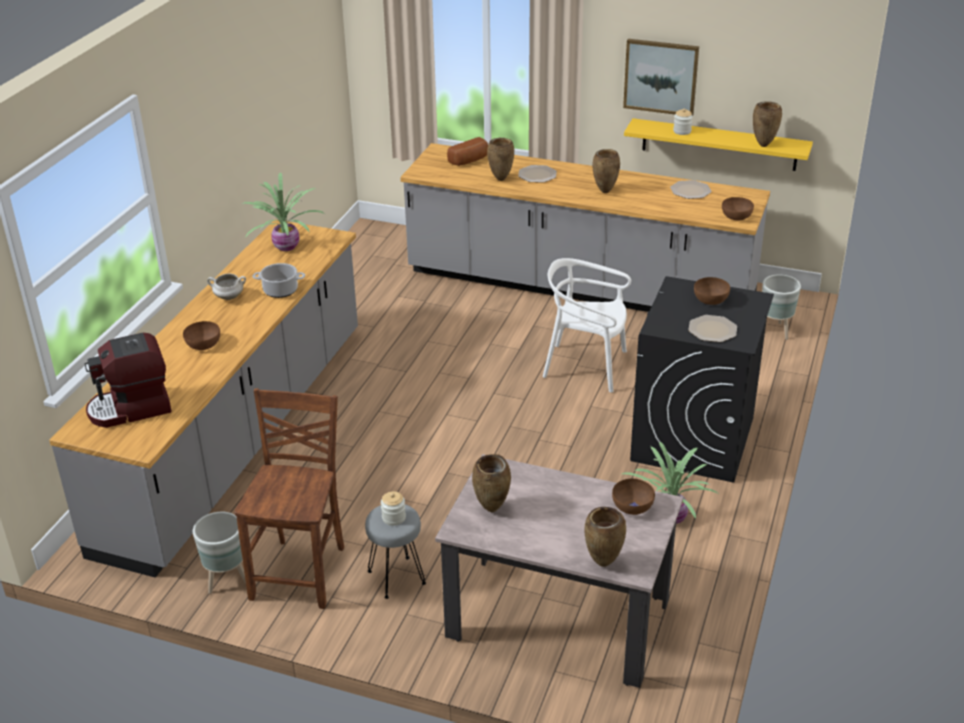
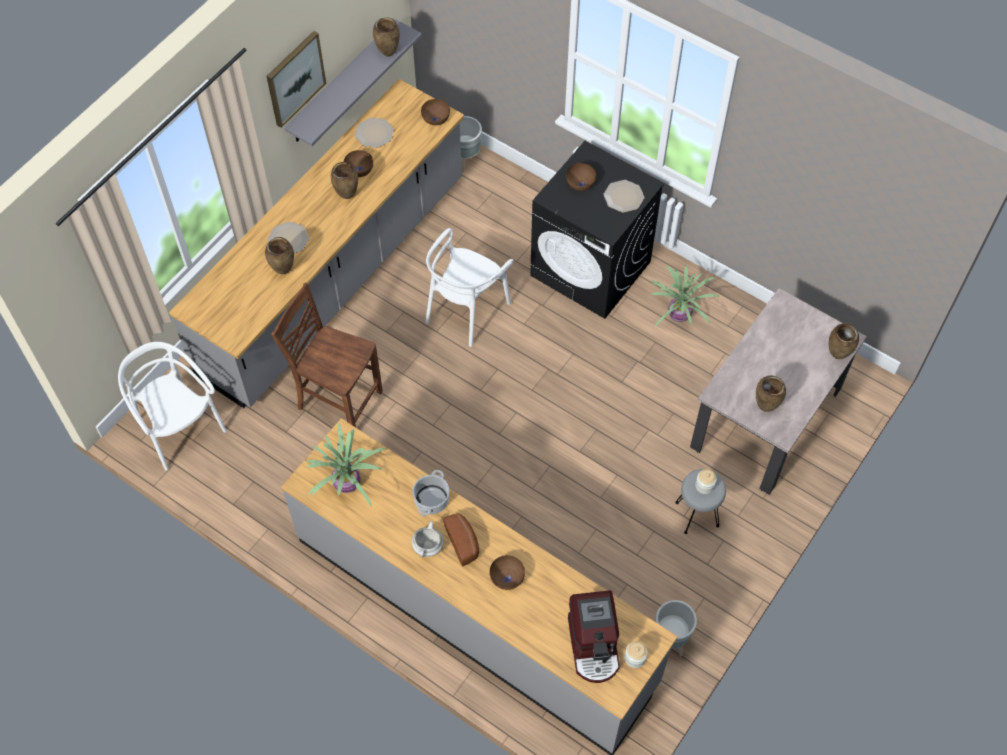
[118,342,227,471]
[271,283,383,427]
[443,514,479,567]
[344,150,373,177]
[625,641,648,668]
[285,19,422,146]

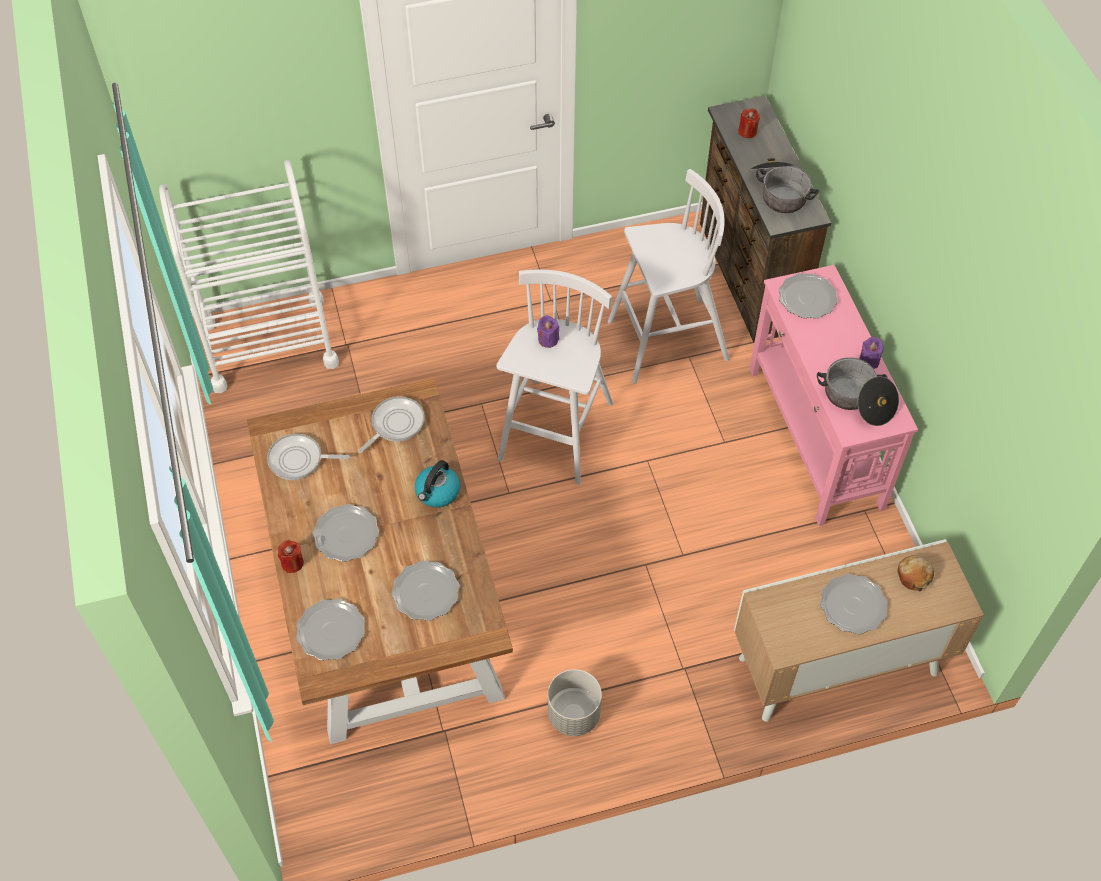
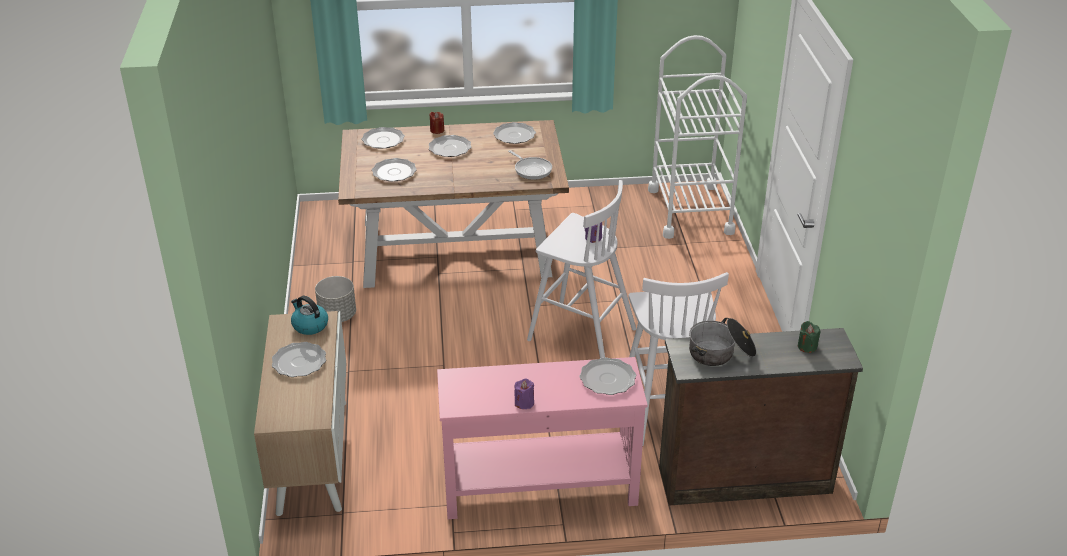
[817,357,899,426] (first image)
[898,556,934,591] (first image)
[291,296,328,335]
[493,122,536,144]
[798,321,820,353]

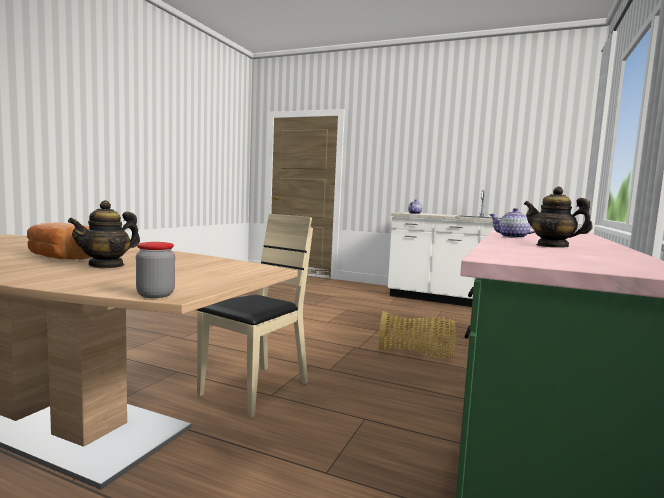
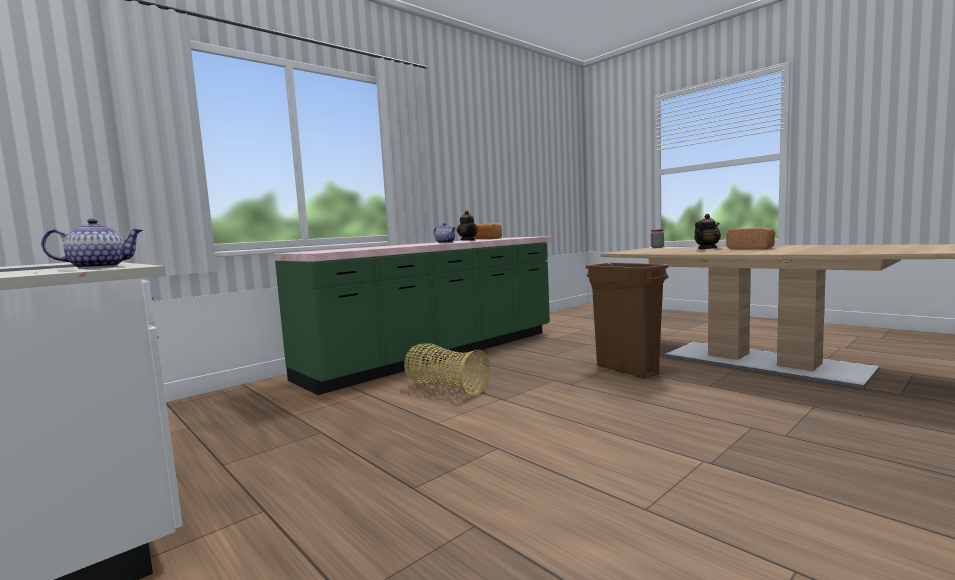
[474,223,502,239]
[586,262,668,379]

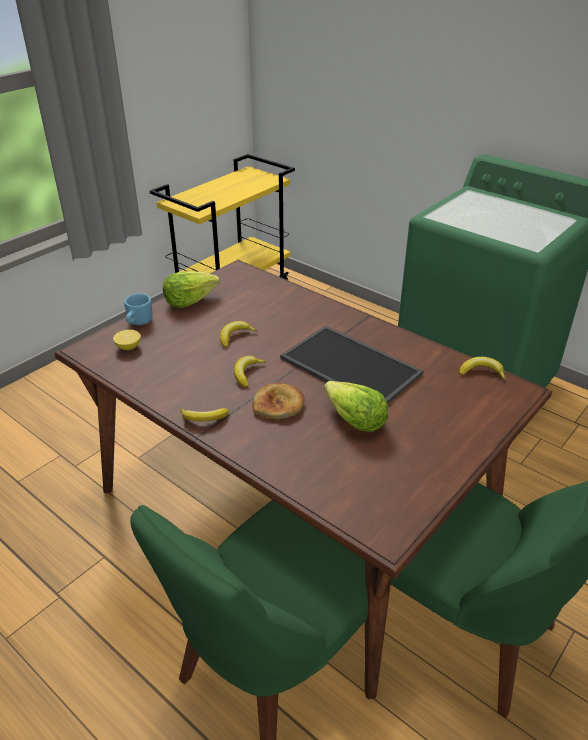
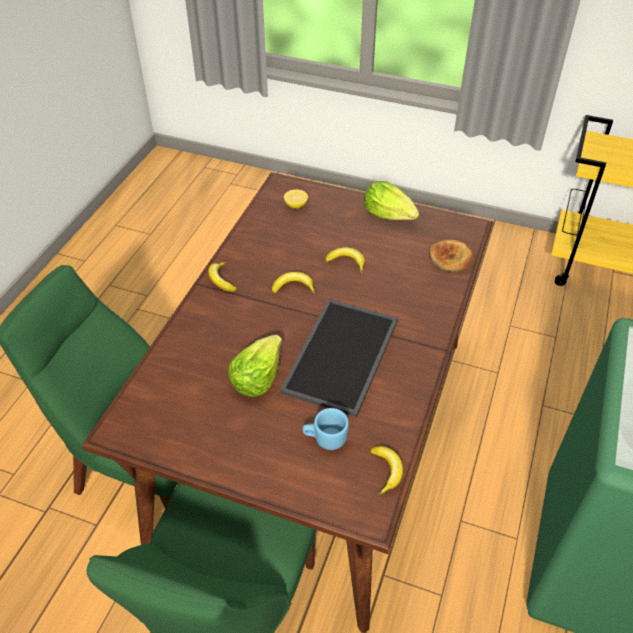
[302,408,349,450]
[429,240,475,272]

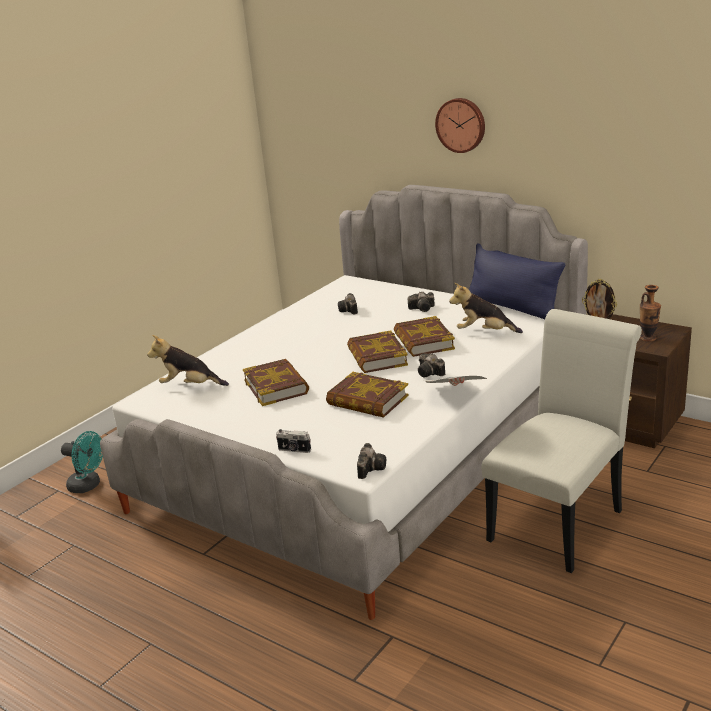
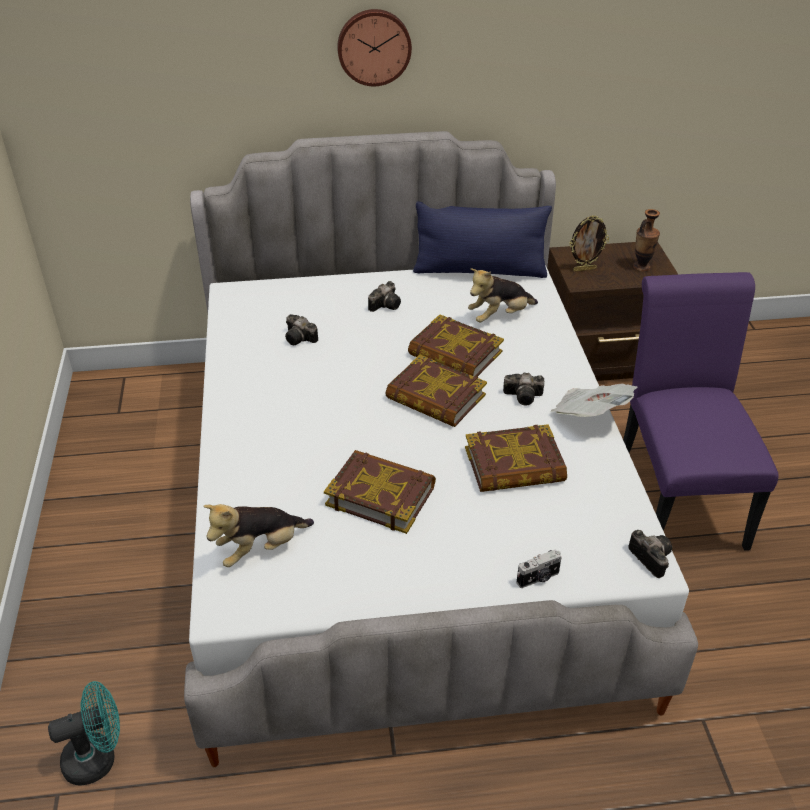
[623,272,779,551]

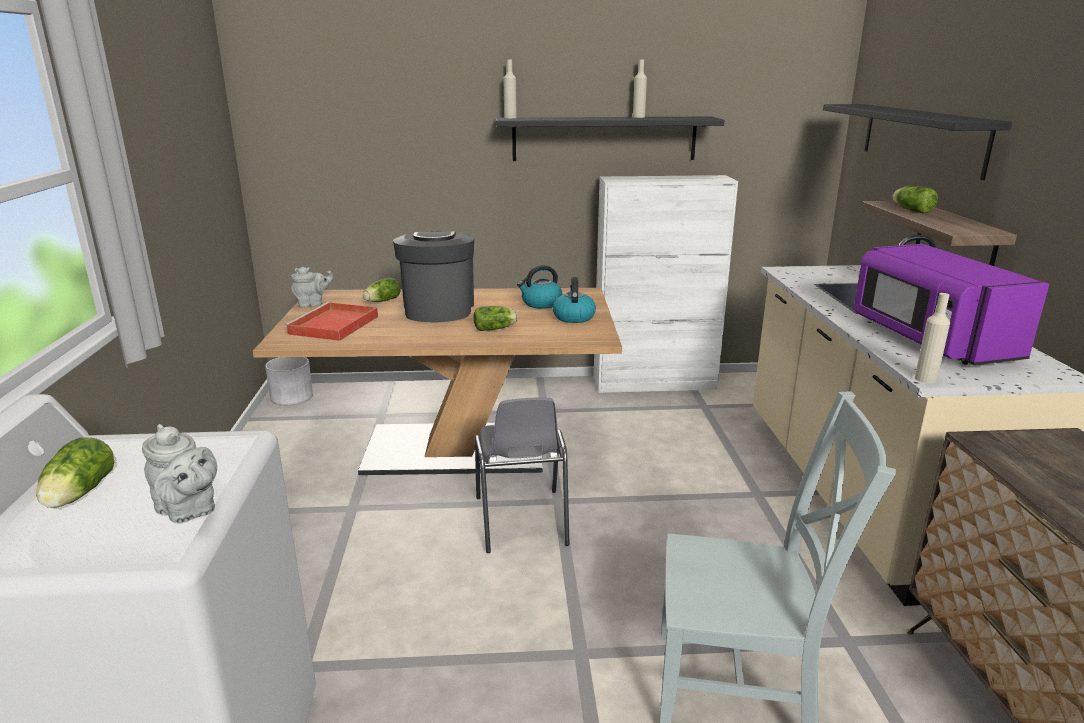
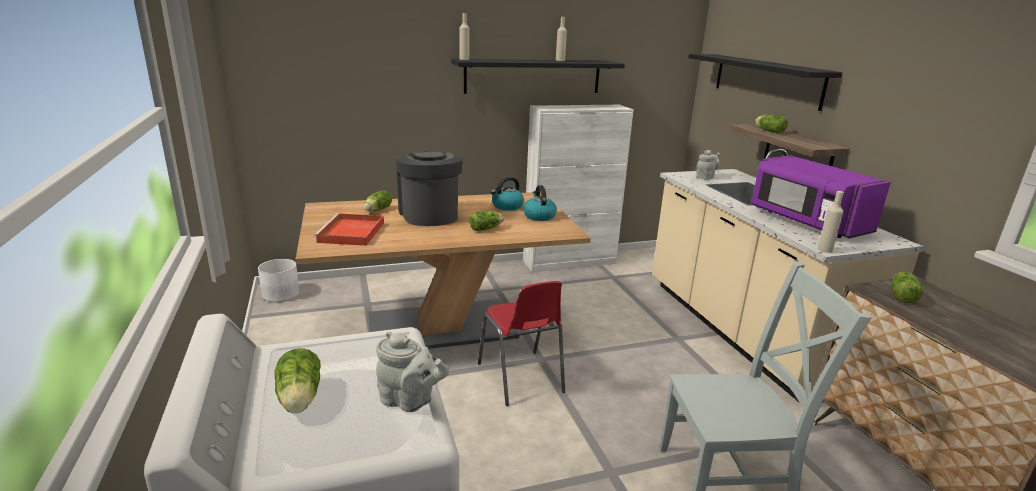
[892,272,924,303]
[696,150,720,180]
[478,281,565,406]

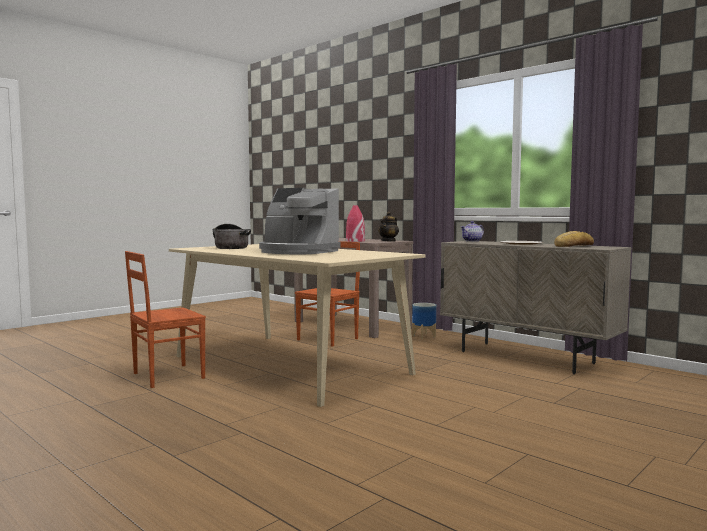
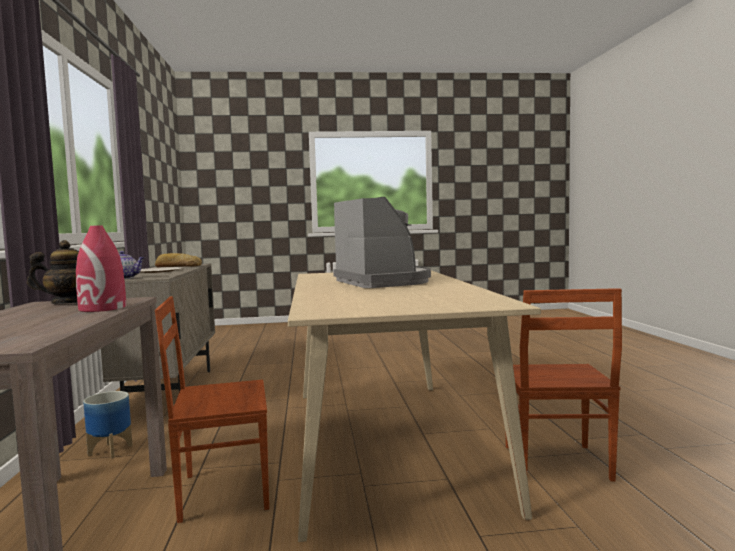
[213,224,251,249] (first image)
[505,288,622,481]

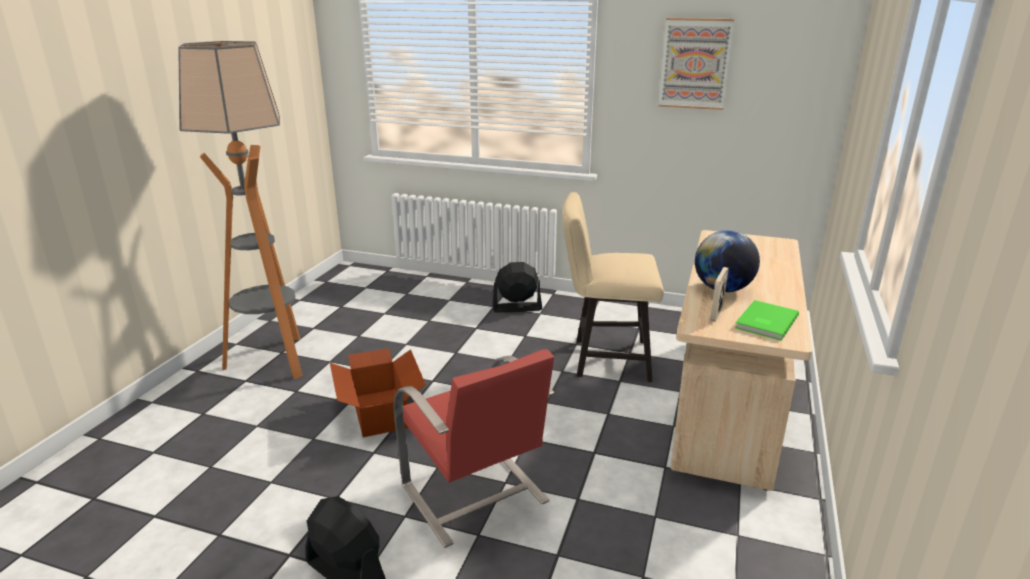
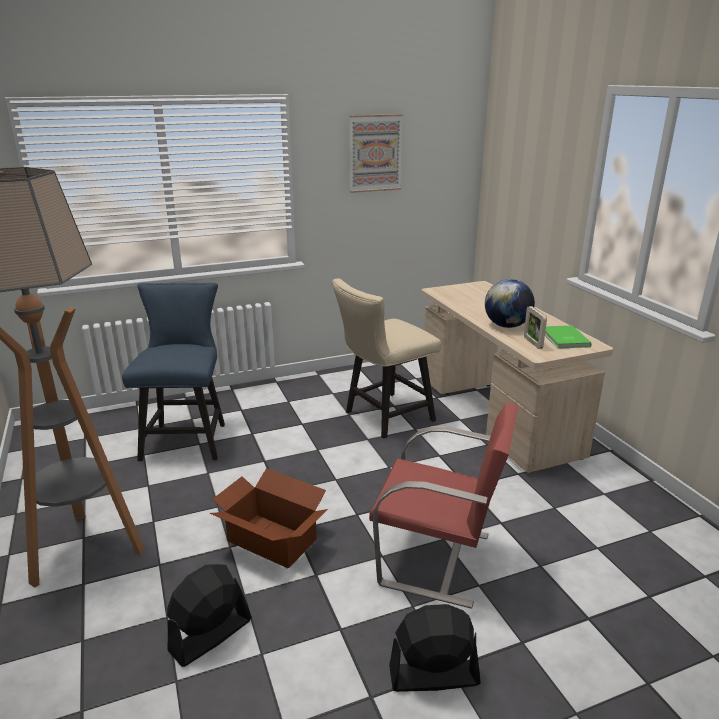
[122,283,225,461]
[167,564,252,667]

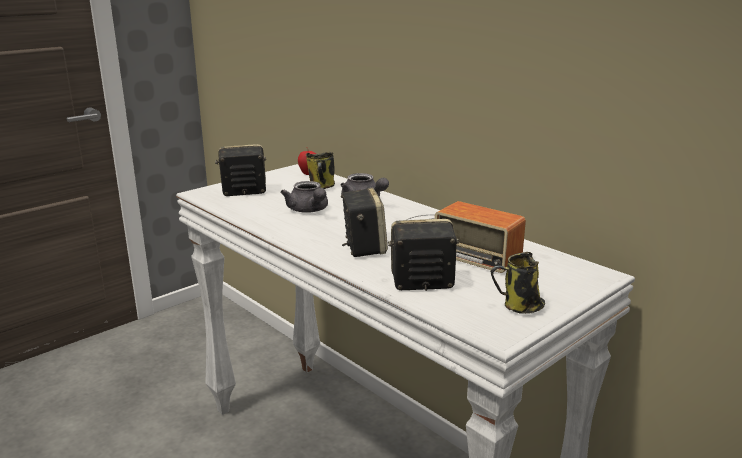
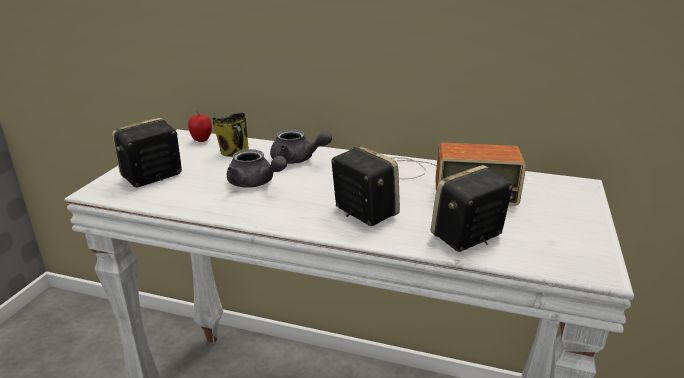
[490,252,545,314] (first image)

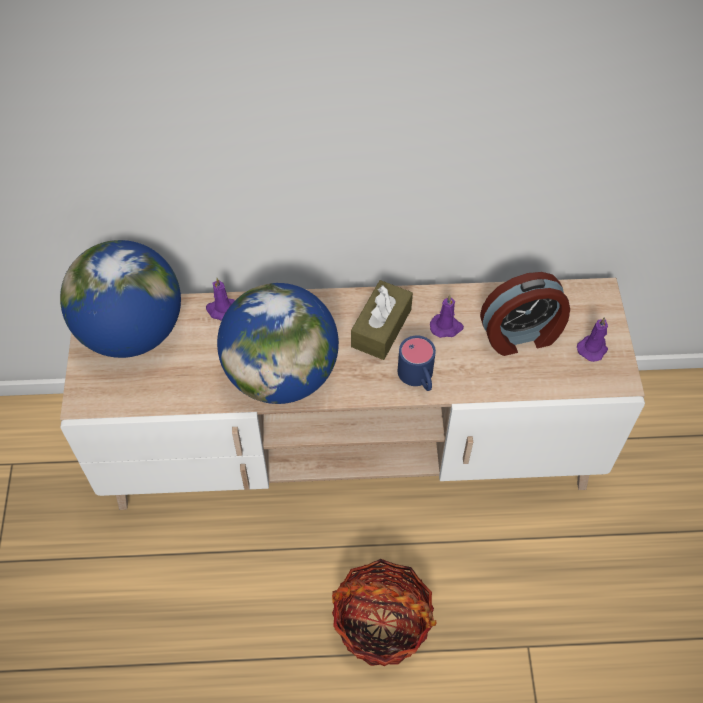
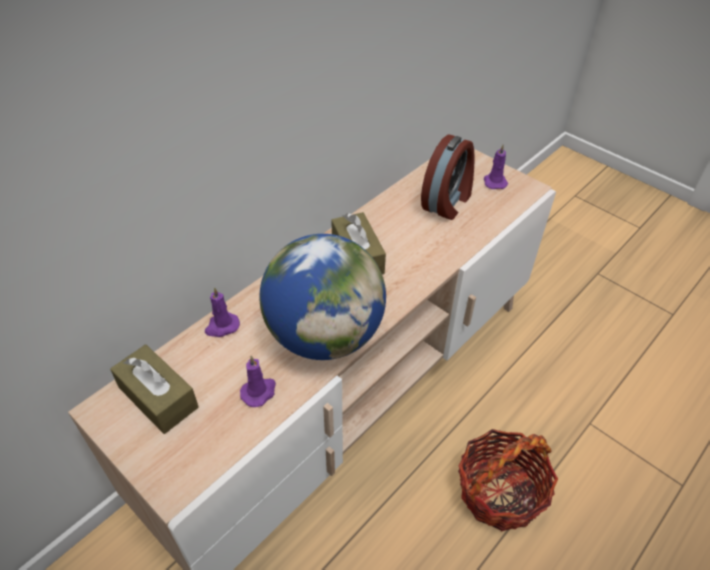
[398,336,436,391] (first image)
[240,356,276,407]
[110,345,199,434]

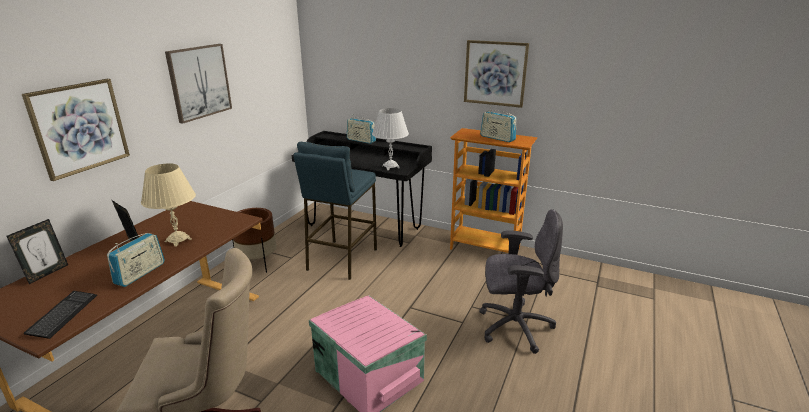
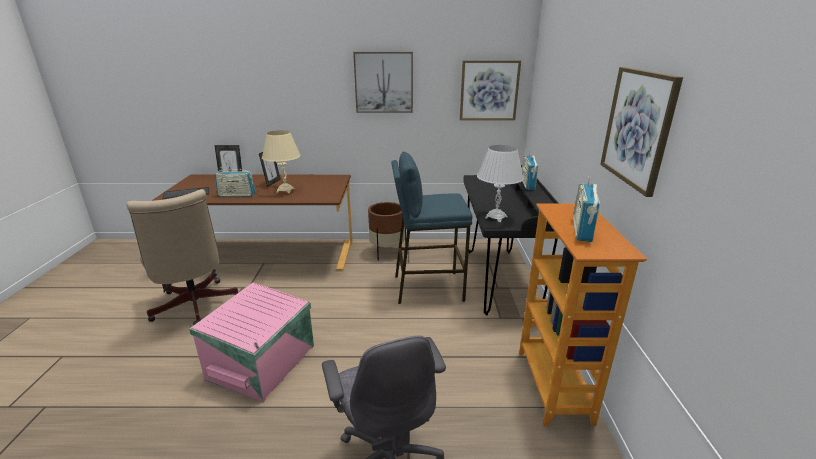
[460,60,521,120]

